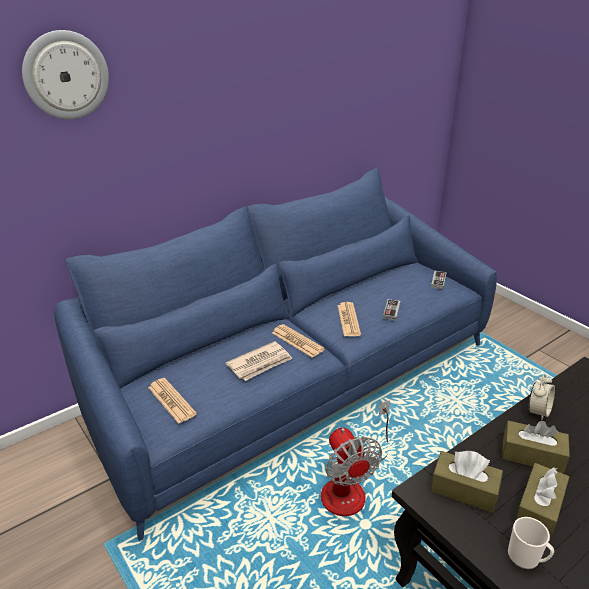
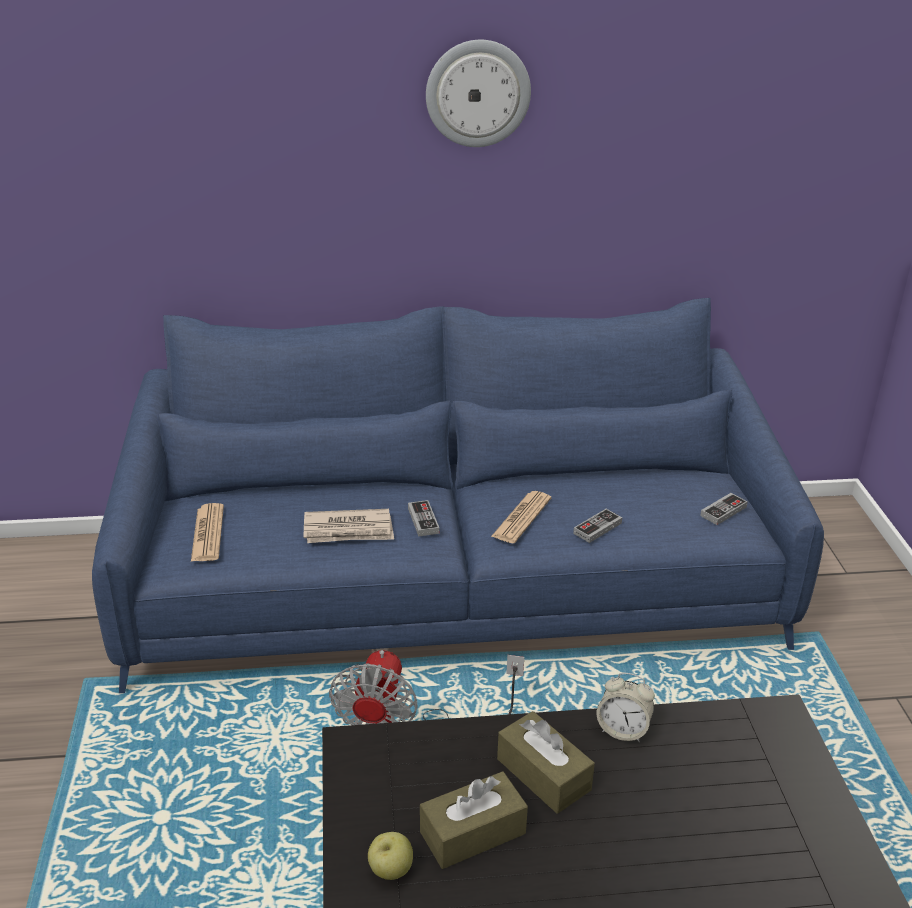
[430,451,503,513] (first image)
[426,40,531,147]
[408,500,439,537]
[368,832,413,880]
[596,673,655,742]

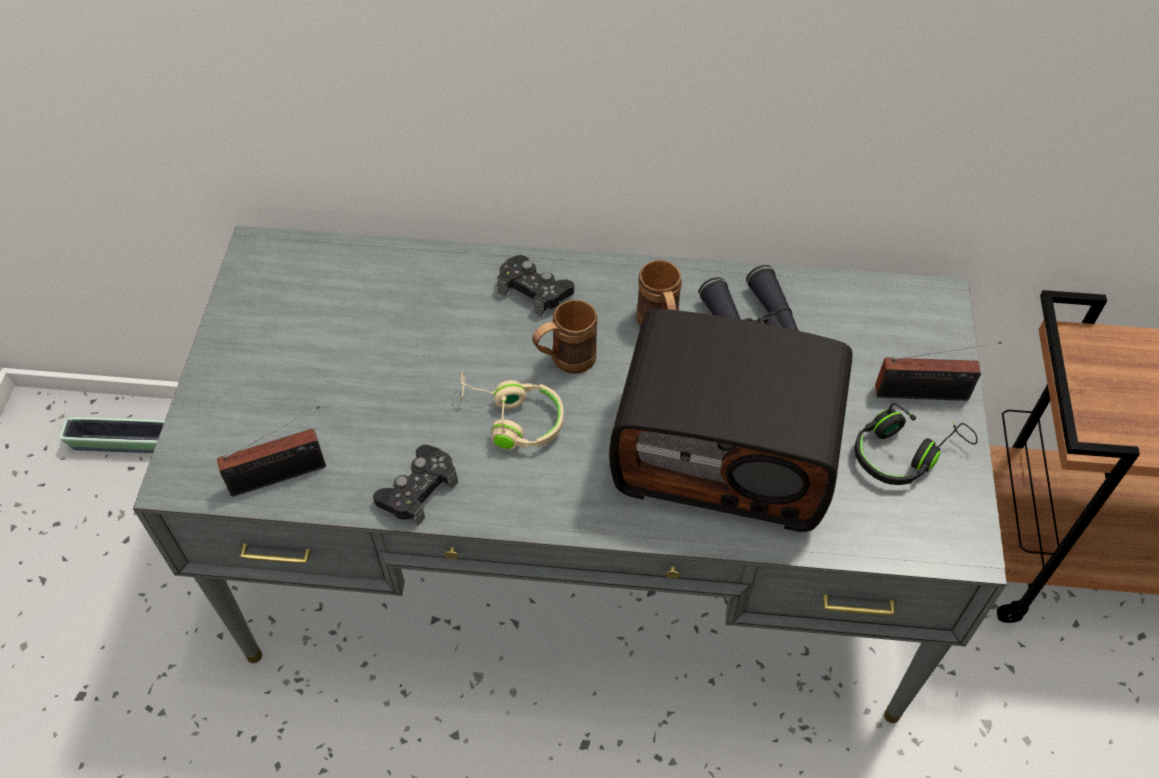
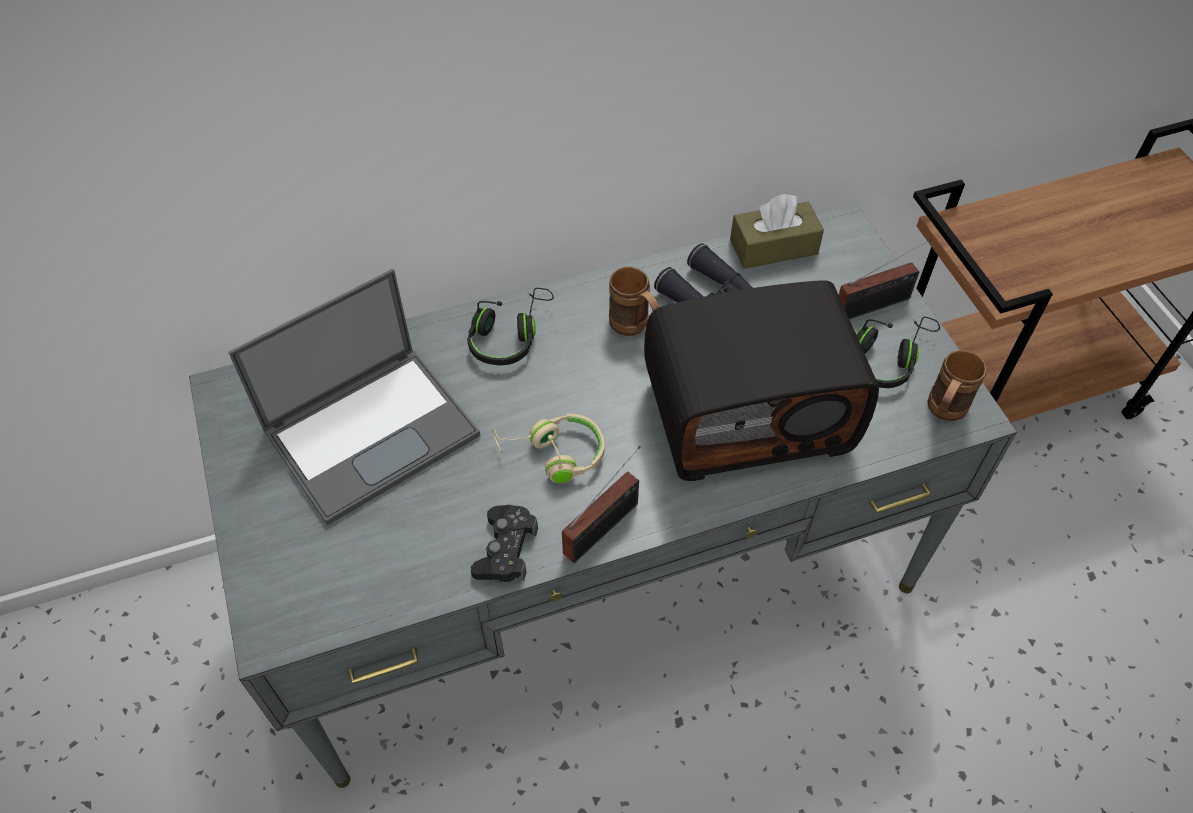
[59,417,165,453] (first image)
[228,269,481,525]
[730,194,824,269]
[562,446,640,563]
[928,350,986,421]
[467,288,554,365]

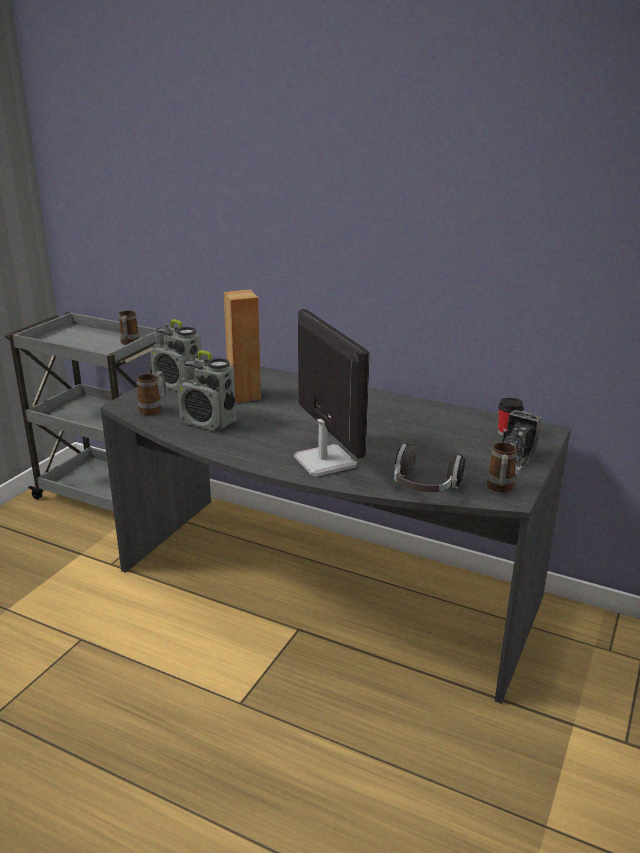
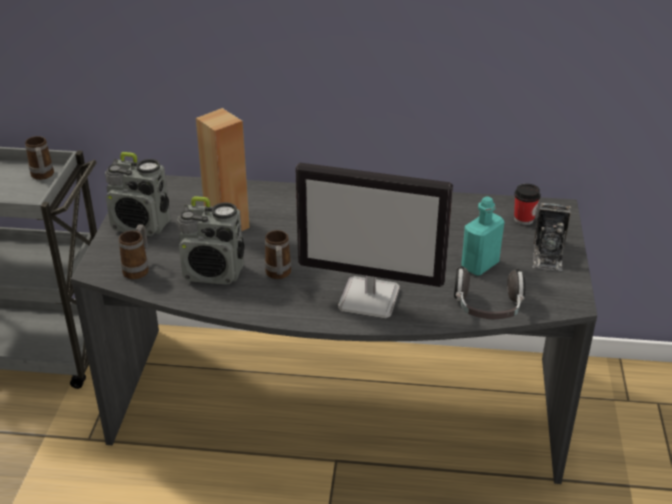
[461,196,504,276]
[265,230,291,279]
[295,163,453,318]

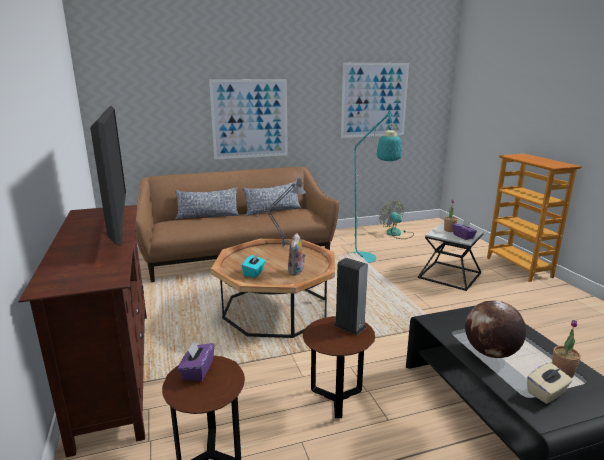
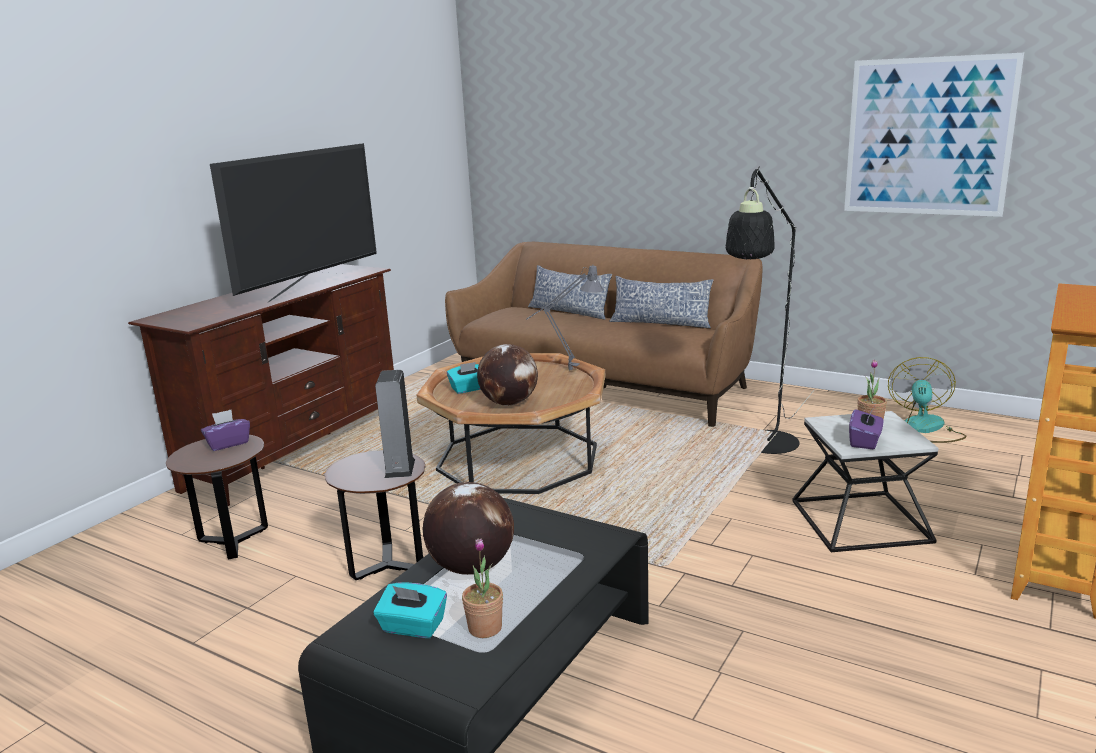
[209,79,288,159] (first image)
[477,344,538,406]
[726,166,814,454]
[374,582,447,638]

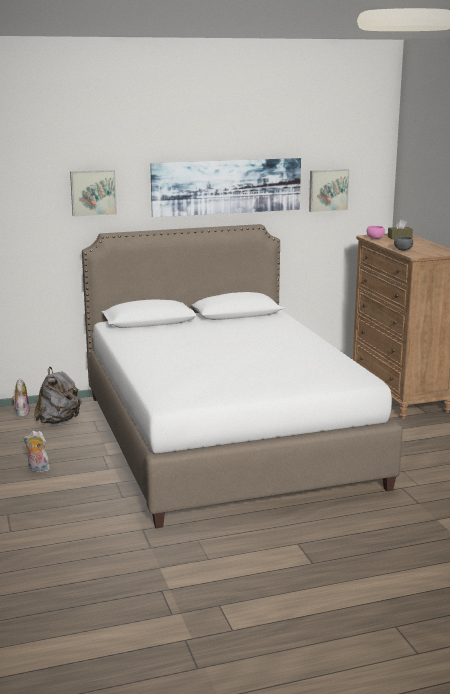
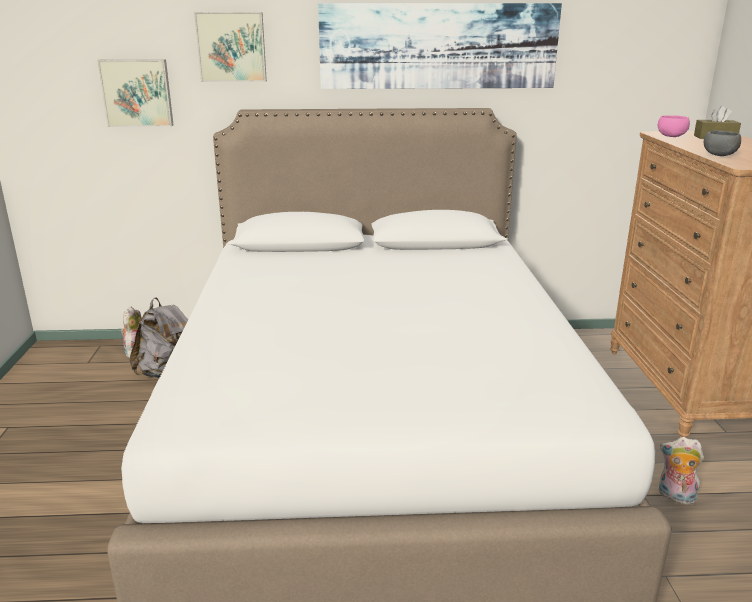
[659,437,704,505]
[97,59,173,127]

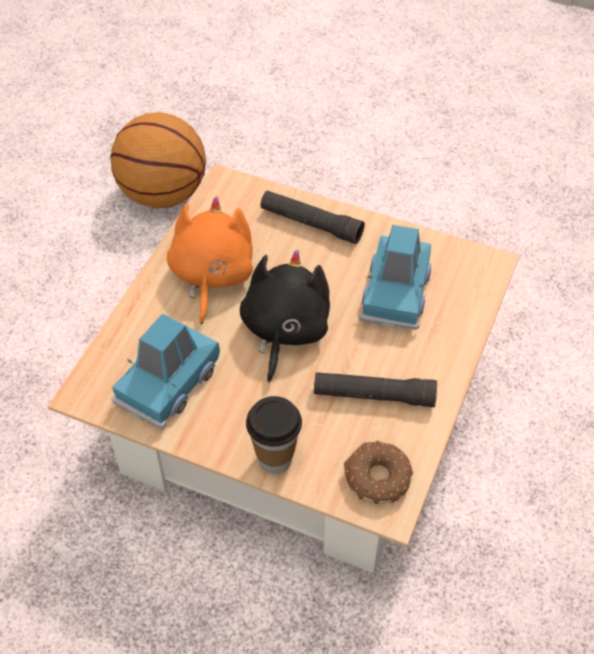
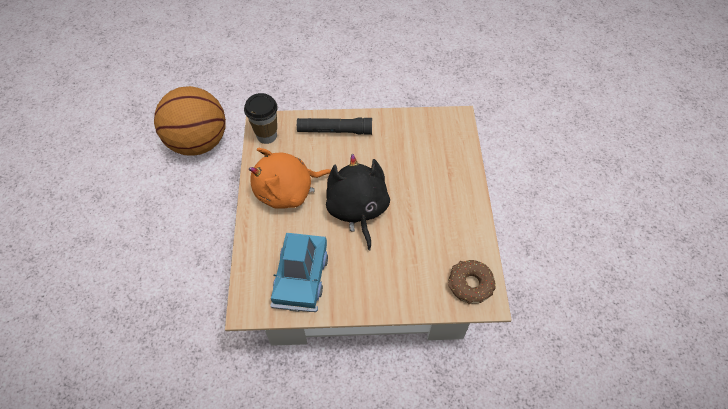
[314,372,437,407] (first image)
[360,225,431,329] (first image)
[244,93,278,144]
[249,148,331,209]

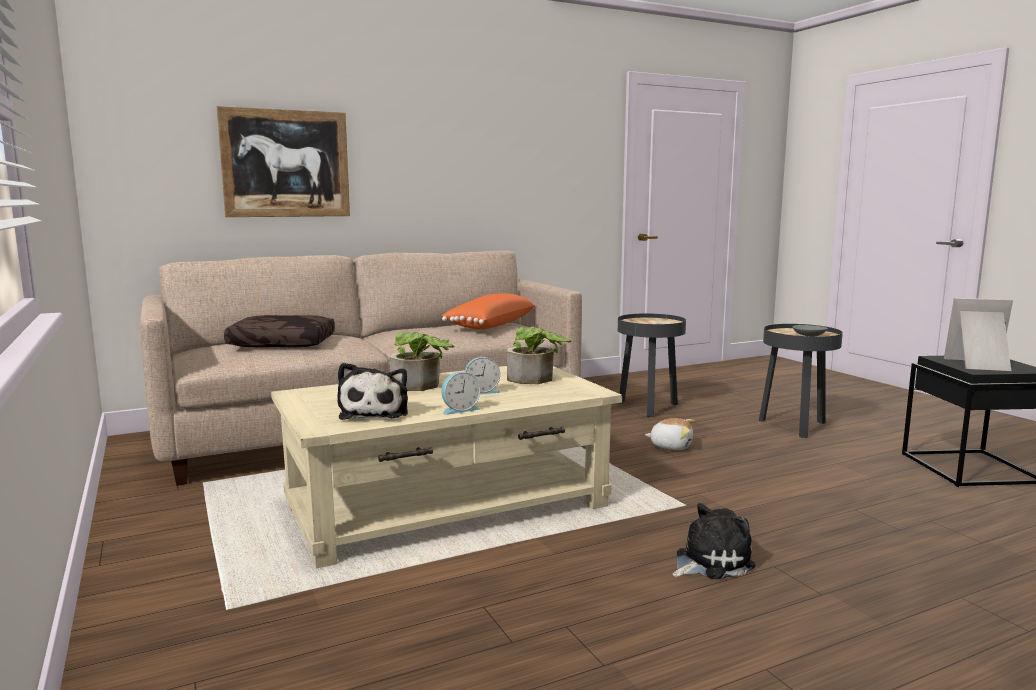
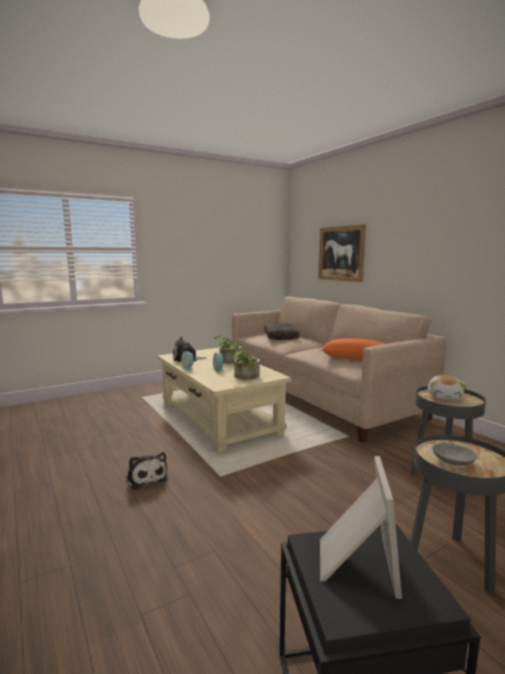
[428,375,467,400]

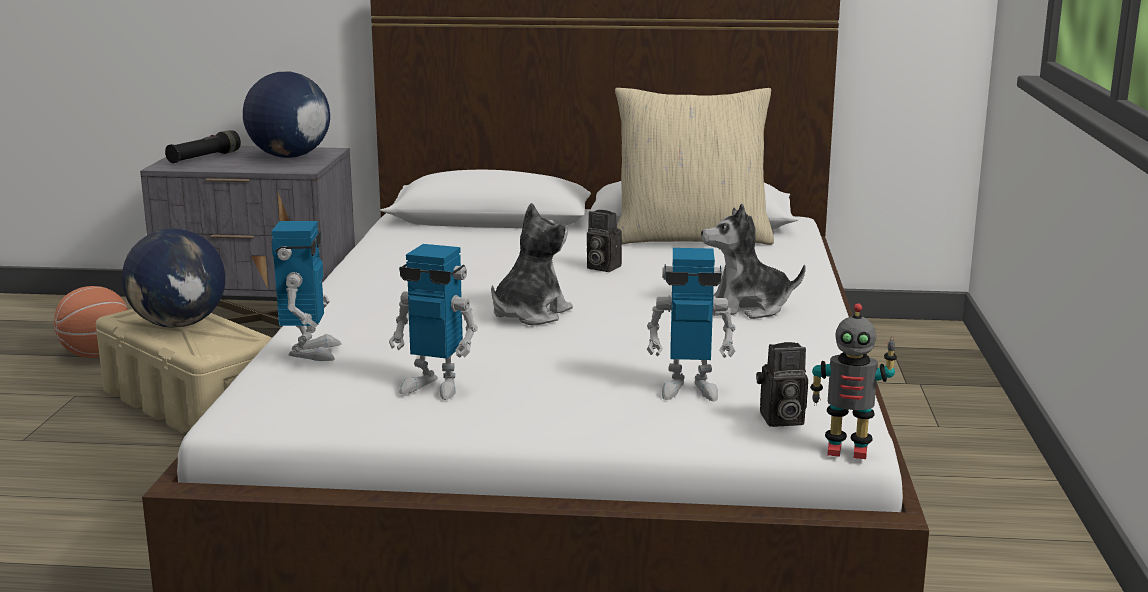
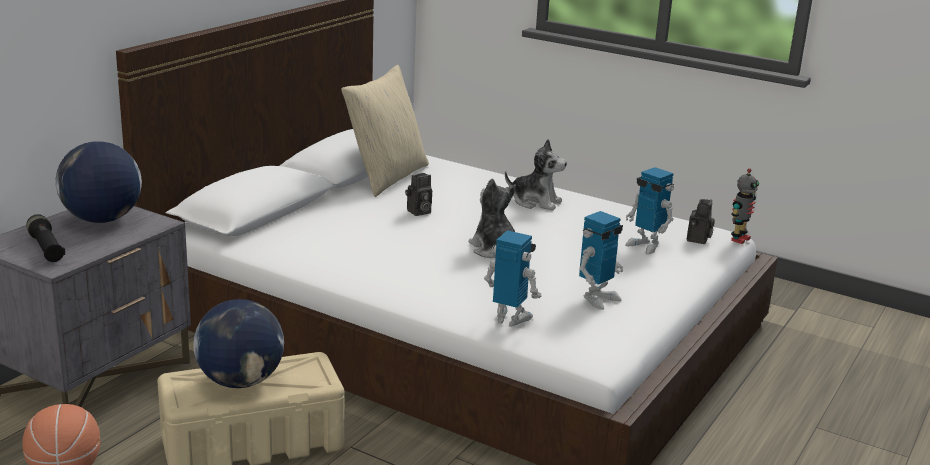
[625,167,674,255]
[505,139,567,211]

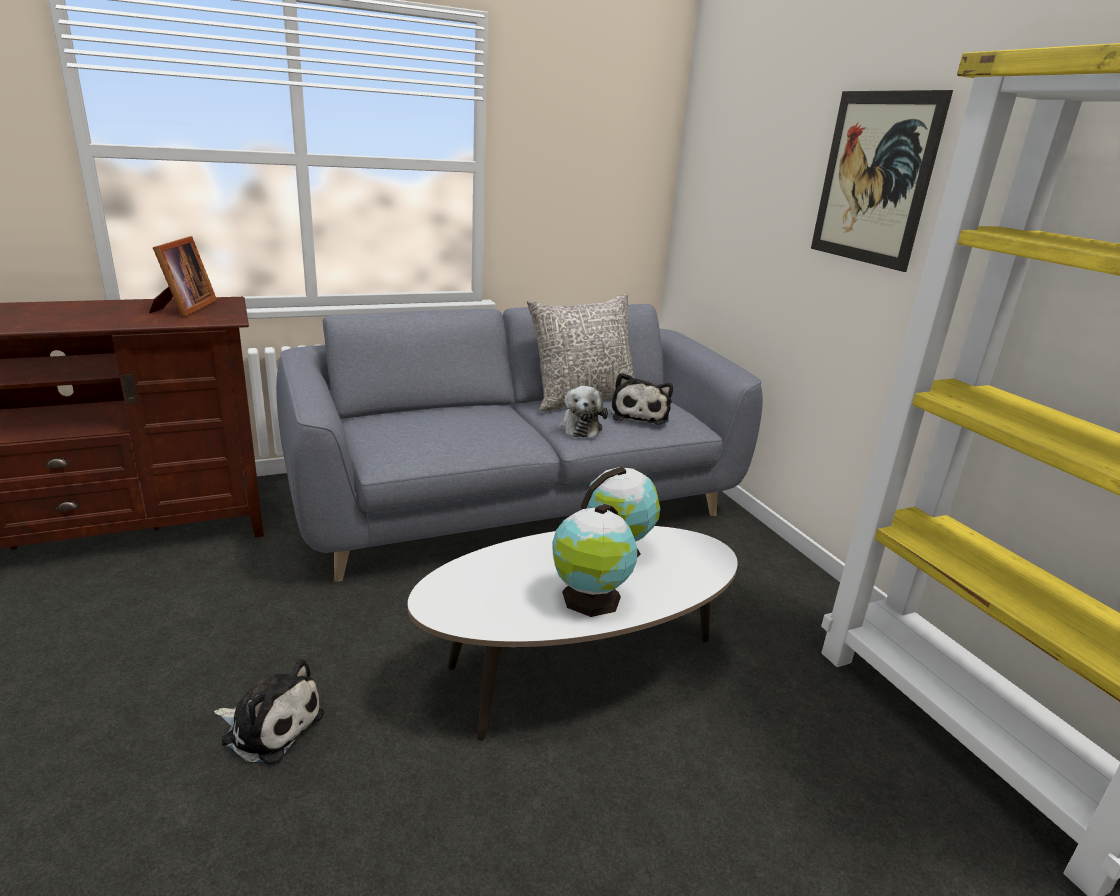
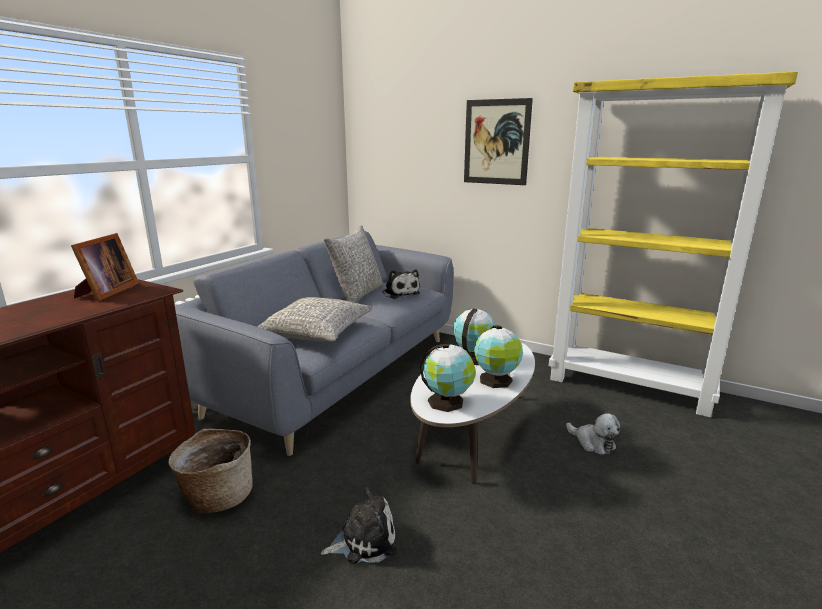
[168,428,253,514]
[257,297,373,342]
[420,344,476,412]
[566,413,620,455]
[71,233,139,301]

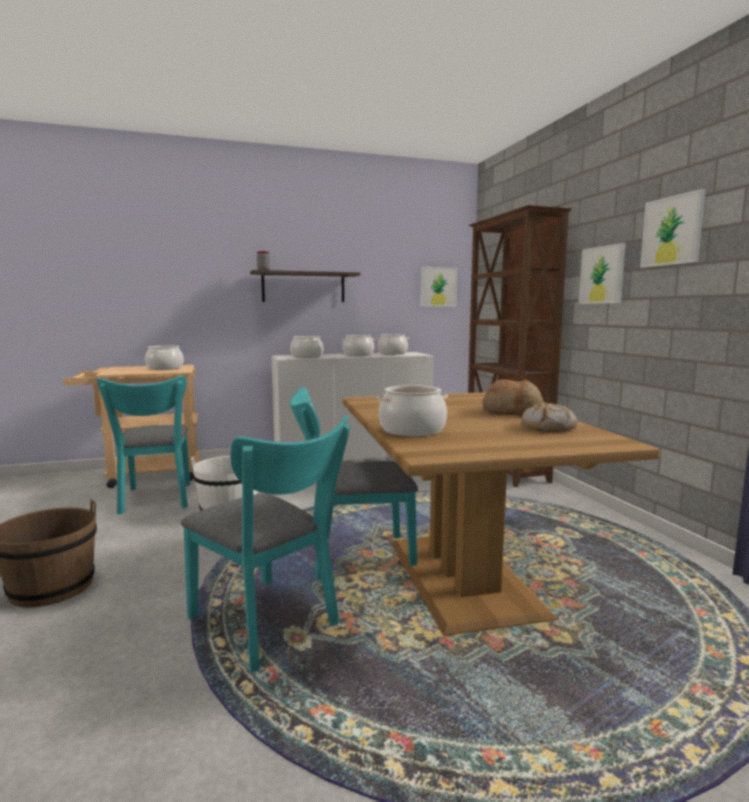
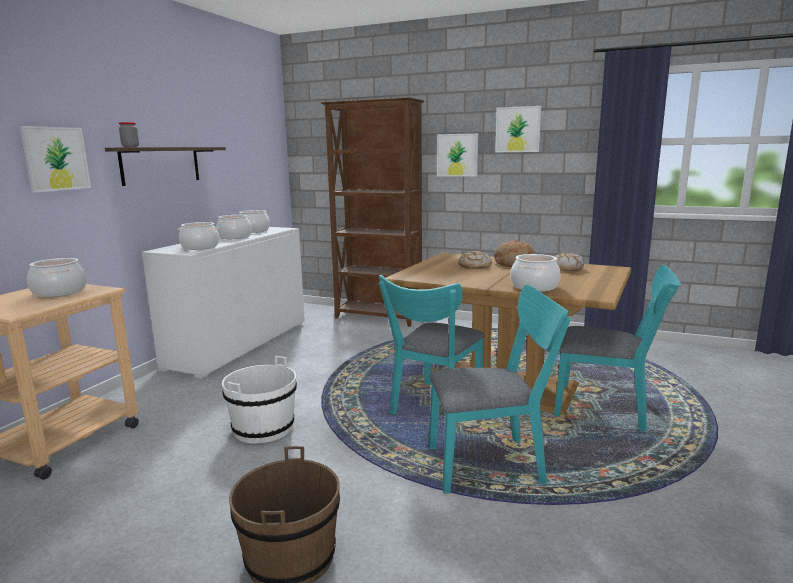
[458,251,492,269]
[554,265,681,432]
[20,126,91,193]

